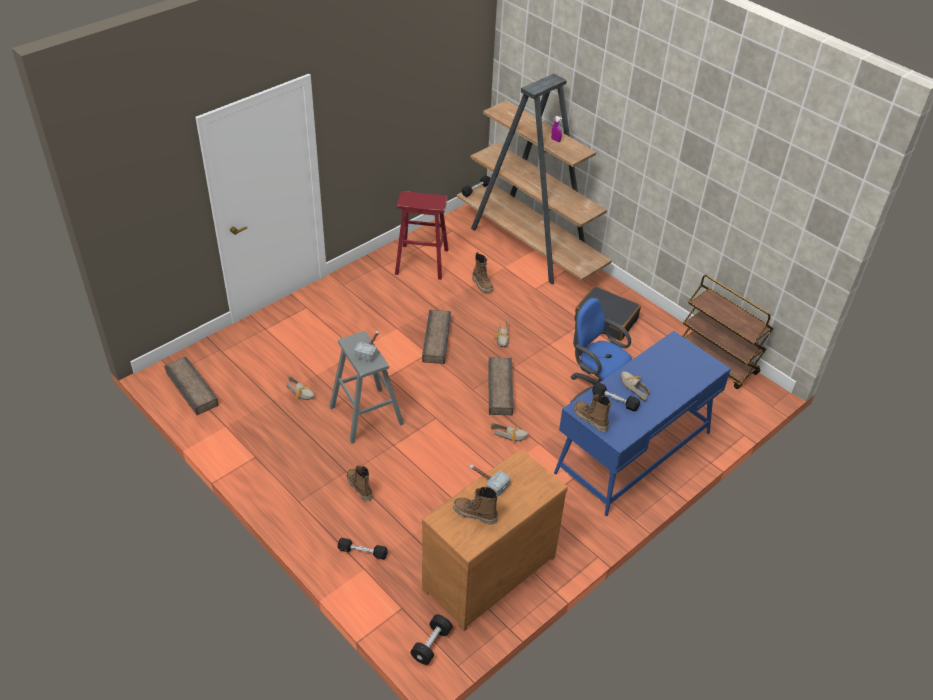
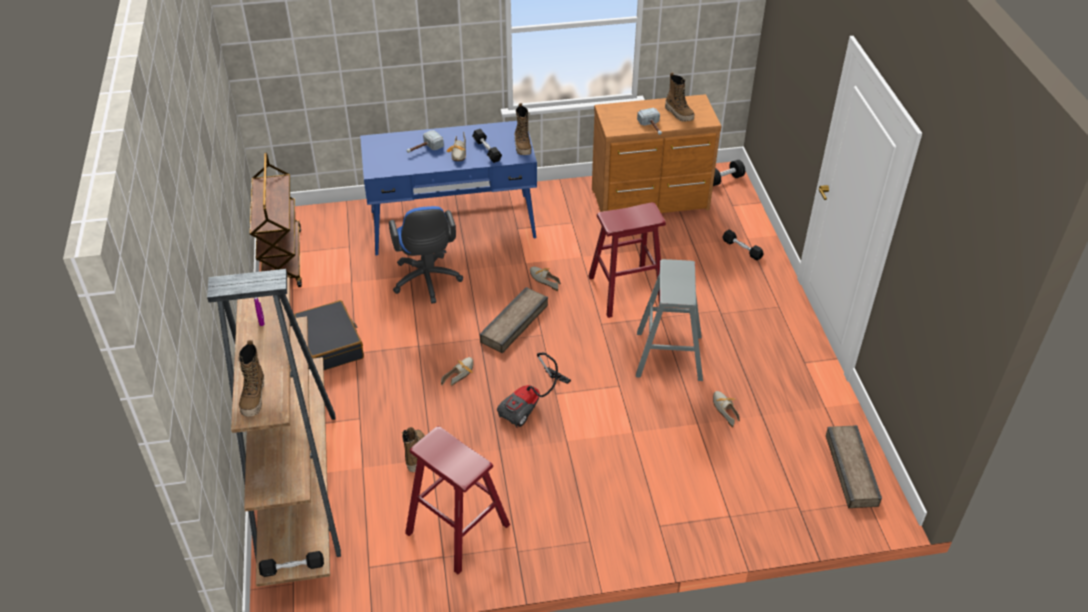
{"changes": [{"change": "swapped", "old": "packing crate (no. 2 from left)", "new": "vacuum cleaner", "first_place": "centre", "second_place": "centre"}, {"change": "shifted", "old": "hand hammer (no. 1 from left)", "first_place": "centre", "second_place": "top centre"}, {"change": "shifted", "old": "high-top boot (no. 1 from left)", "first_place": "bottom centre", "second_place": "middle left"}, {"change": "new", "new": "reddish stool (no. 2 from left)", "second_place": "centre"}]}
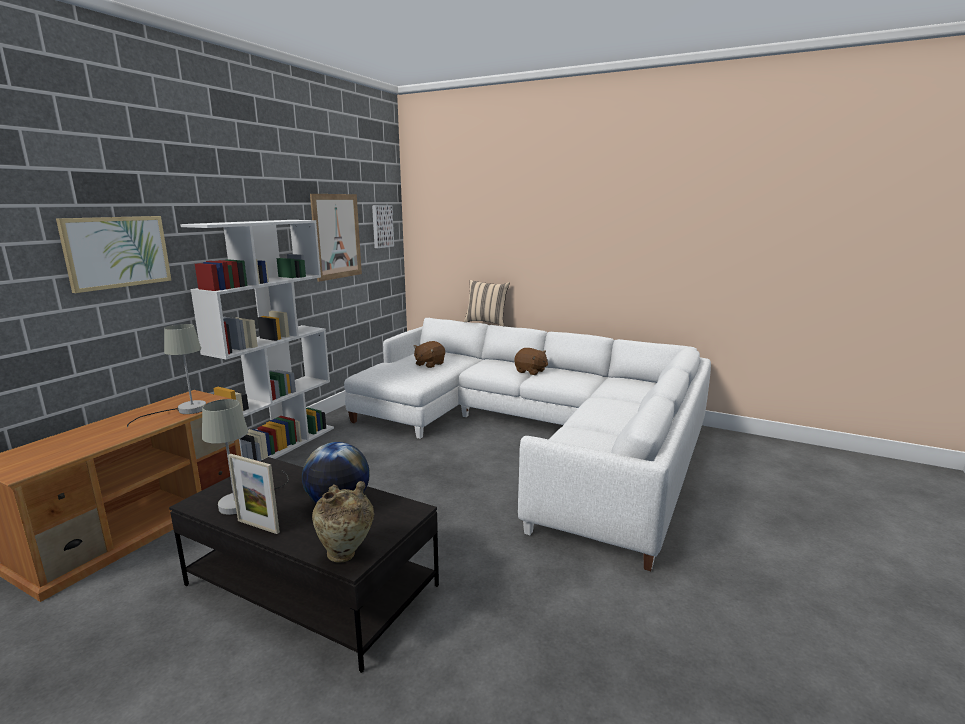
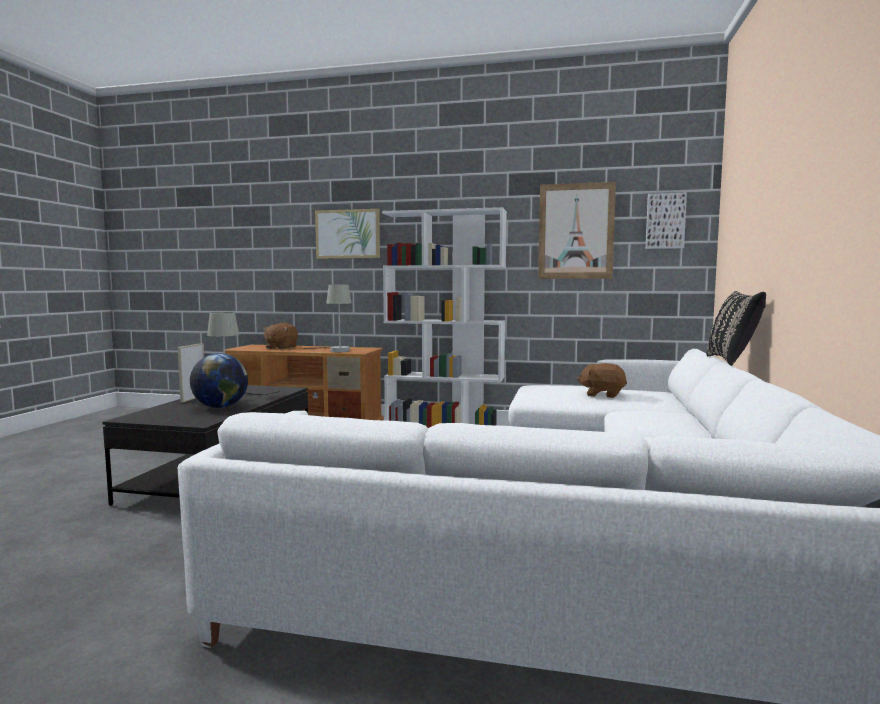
{"changes": [{"change": "repainted", "old": "sand-coloured pillow", "new": "black pillow", "first_place": "centre", "second_place": "middle right"}, {"change": "shifted", "old": "brown soft toy (no. 2 from left in the first image)", "new": "brown soft toy (no. 1 from left)", "first_place": "centre", "second_place": "middle left"}, {"change": "gone", "old": "sand-coloured decorative vase", "first_place": "bottom centre"}]}
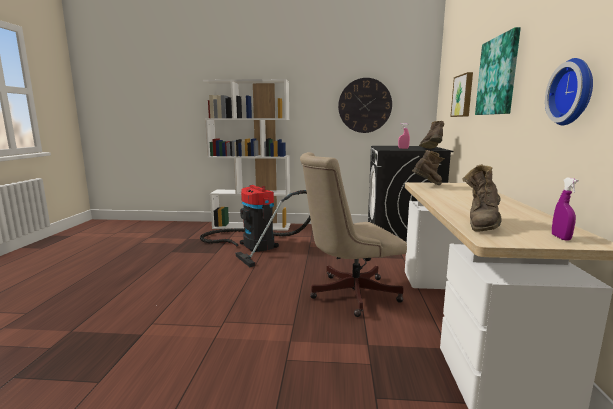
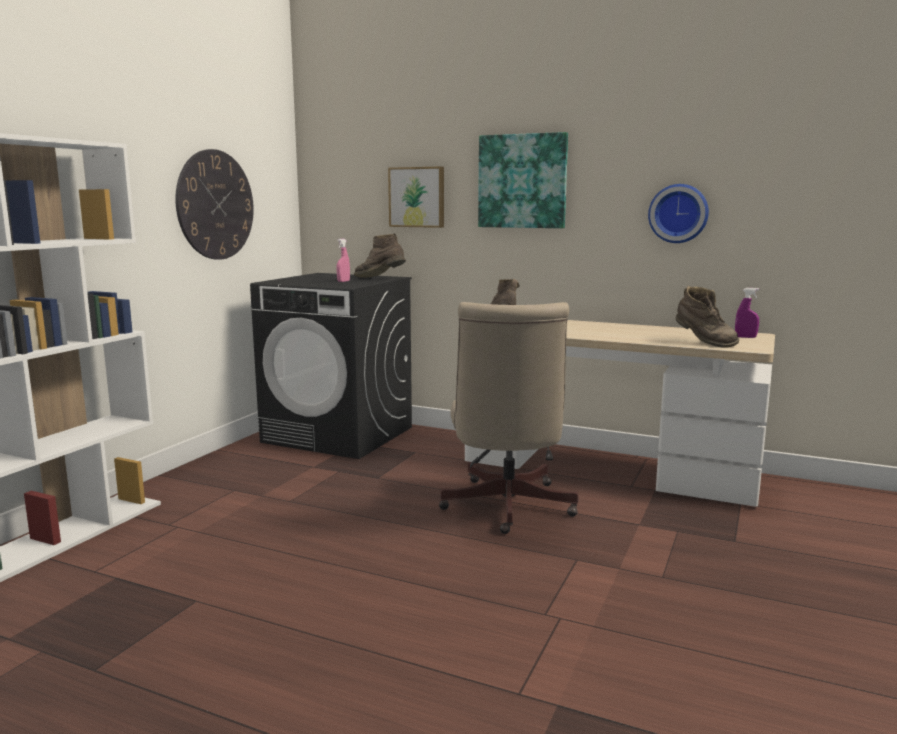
{"changes": [{"change": "gone", "old": "vacuum cleaner", "first_place": "centre"}]}
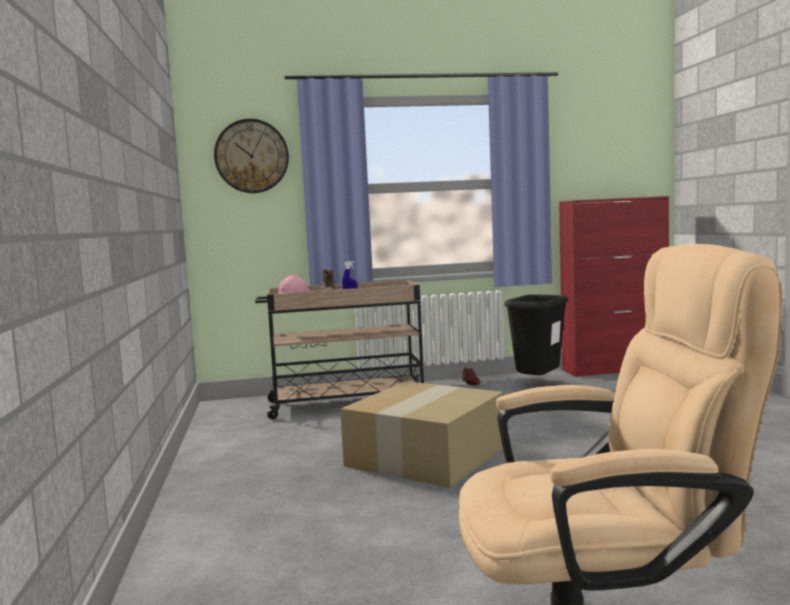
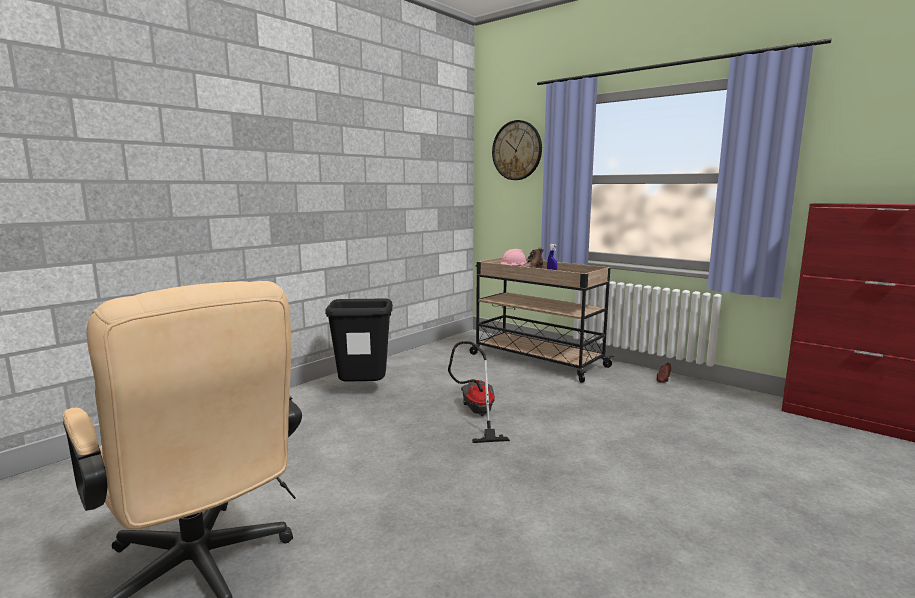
{"changes": [{"change": "shifted", "old": "black trash can", "first_place": "middle right", "second_place": "centre"}, {"change": "swapped", "old": "packing box", "new": "vacuum cleaner", "first_place": "bottom centre", "second_place": "centre"}]}
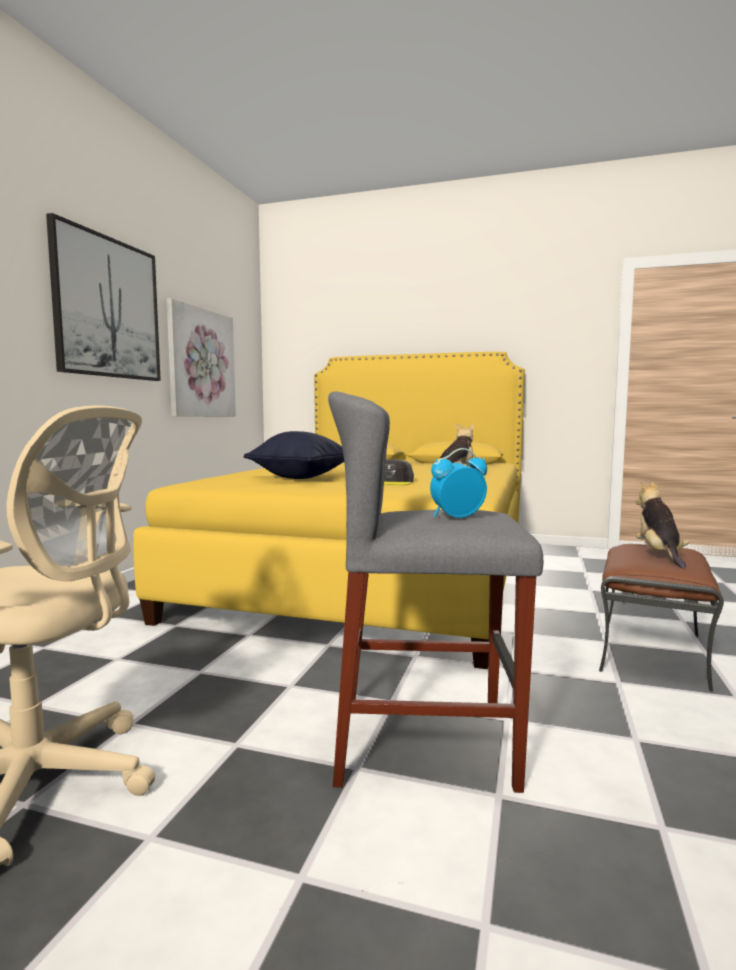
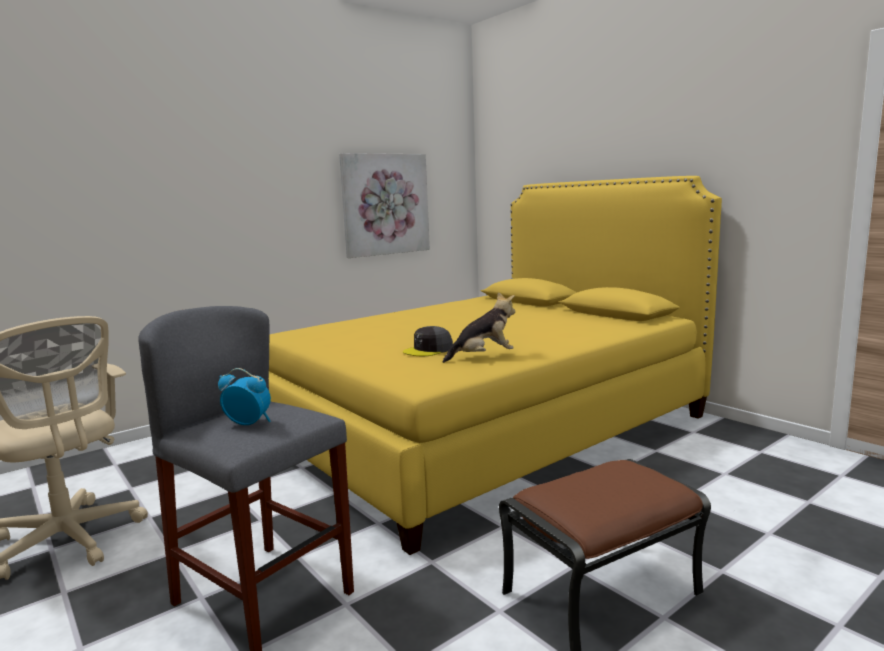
{"changes": [{"change": "gone", "old": "wall art (no. 1 from left)", "first_place": "top left"}, {"change": "gone", "old": "black pillow", "first_place": "centre"}, {"change": "gone", "old": "soft toy (no. 2 from left)", "first_place": "middle right"}]}
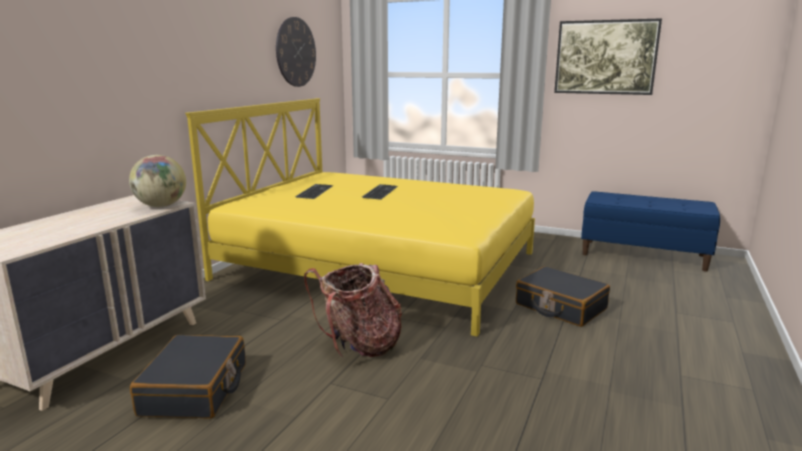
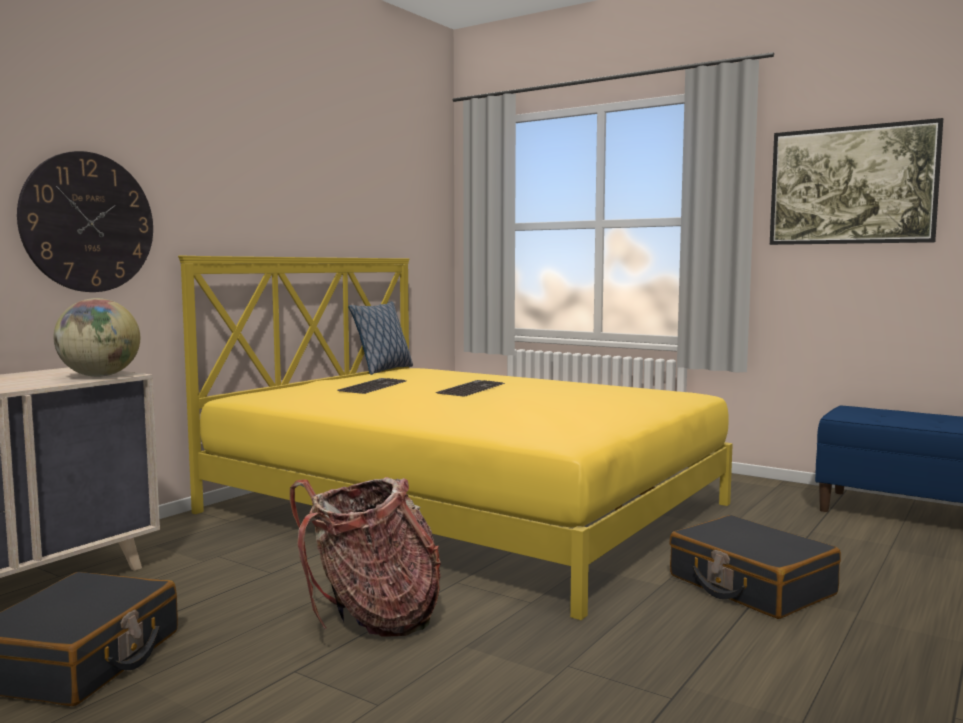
{"changes": [{"change": "shifted", "old": "hanging clock", "first_place": "top centre", "second_place": "top left"}, {"change": "new", "new": "pillow", "second_place": "centre"}]}
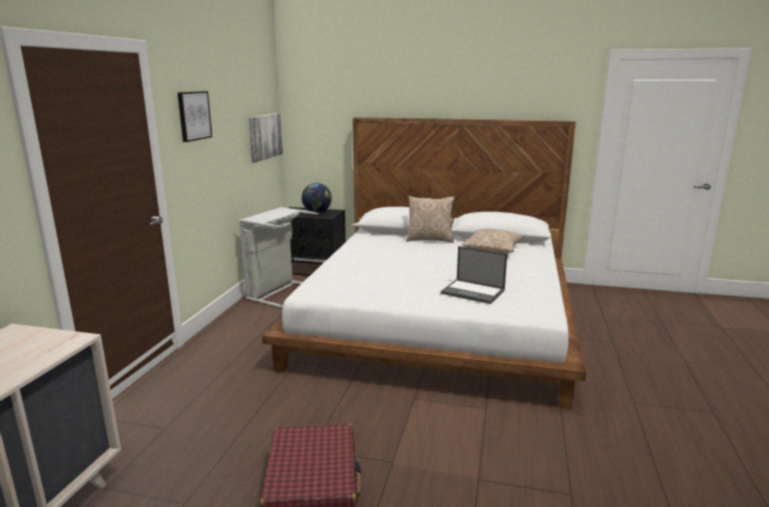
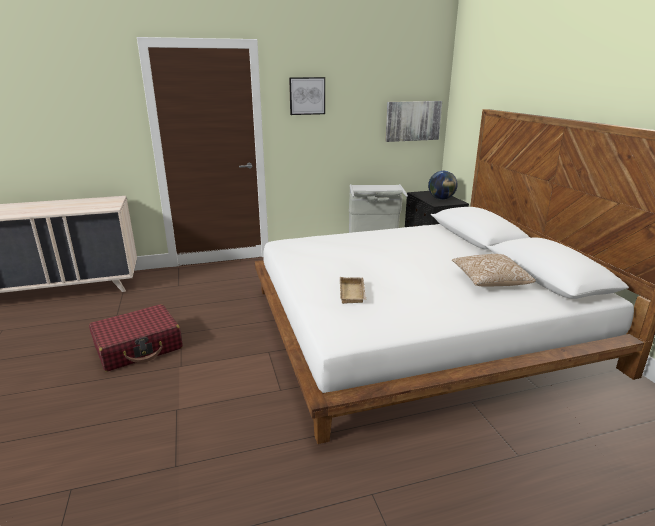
{"changes": [{"change": "gone", "old": "pillow (no. 1 from left)", "first_place": "centre"}, {"change": "swapped", "old": "notebook computer", "new": "sand-coloured carrying tray", "first_place": "centre", "second_place": "centre"}]}
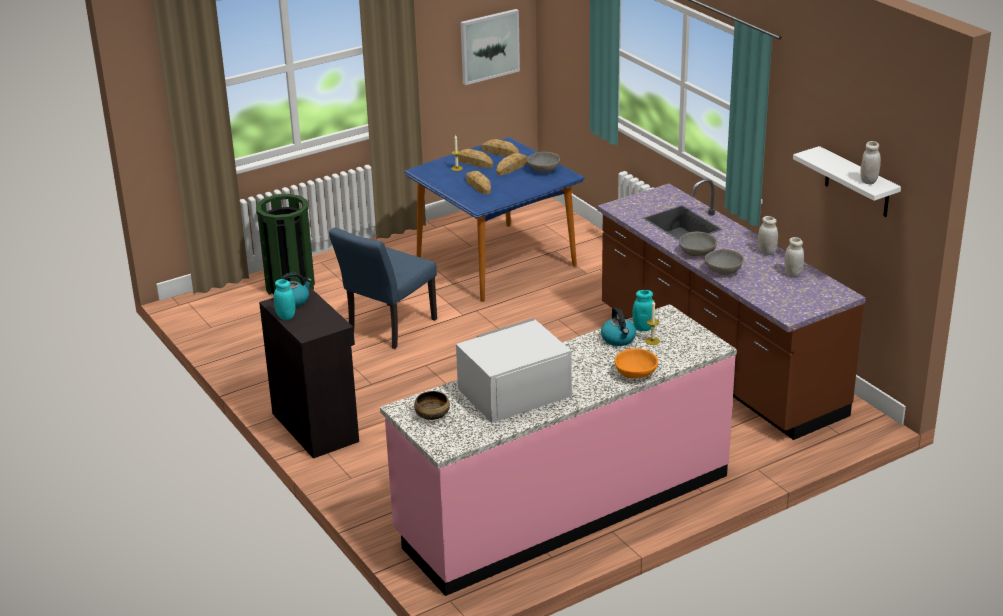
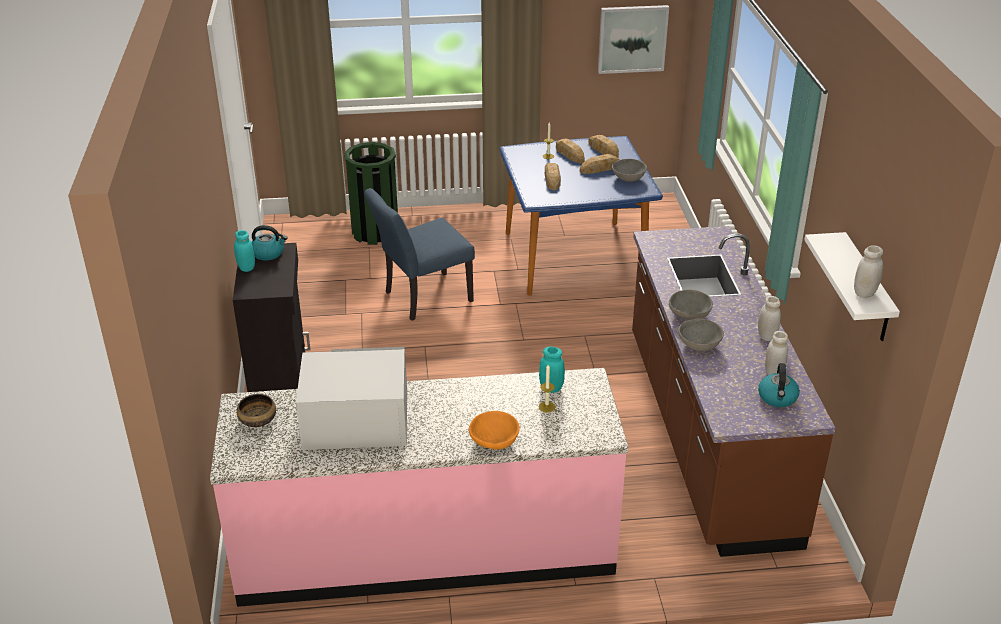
{"changes": [{"change": "shifted", "old": "kettle (no. 2 from left)", "first_place": "centre", "second_place": "middle right"}]}
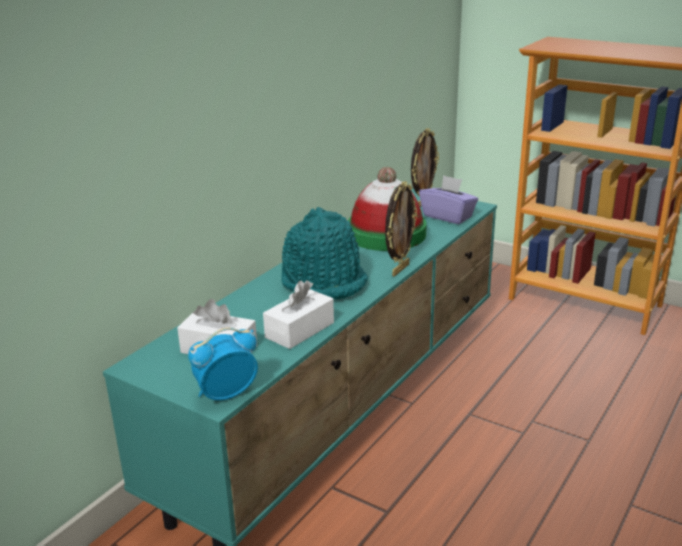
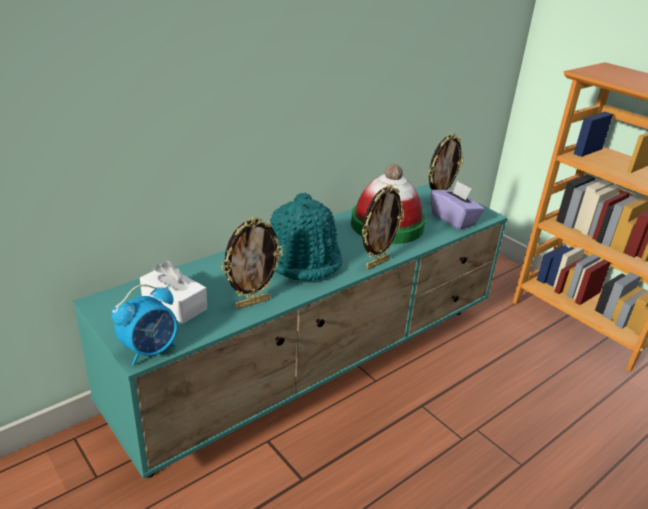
{"changes": [{"change": "swapped", "old": "white tissue box (no. 2 from left)", "new": "picture frame (no. 1 from left)", "first_place": "centre", "second_place": "centre"}, {"change": "rotated", "old": "alarm clock", "first_place": "bottom left", "second_place": "middle left", "degrees": 150}]}
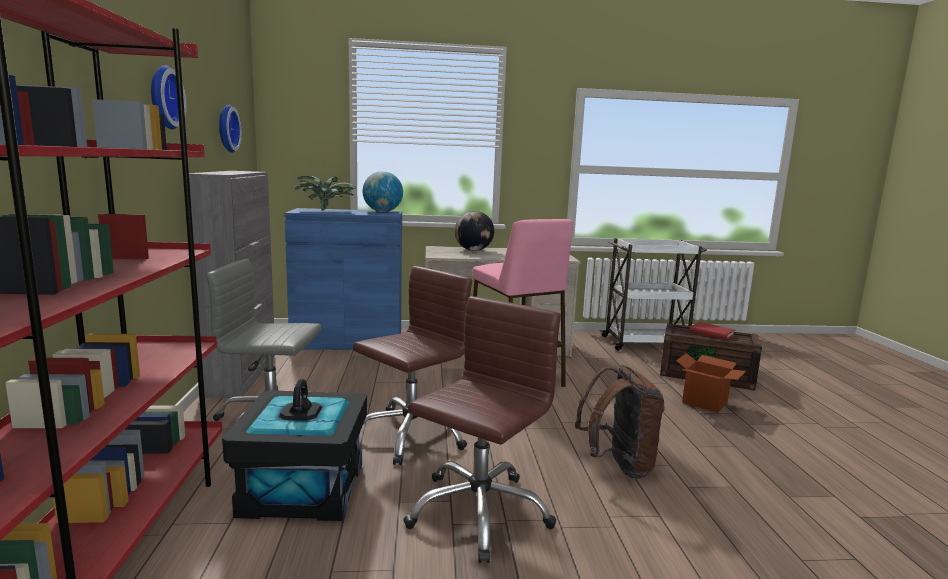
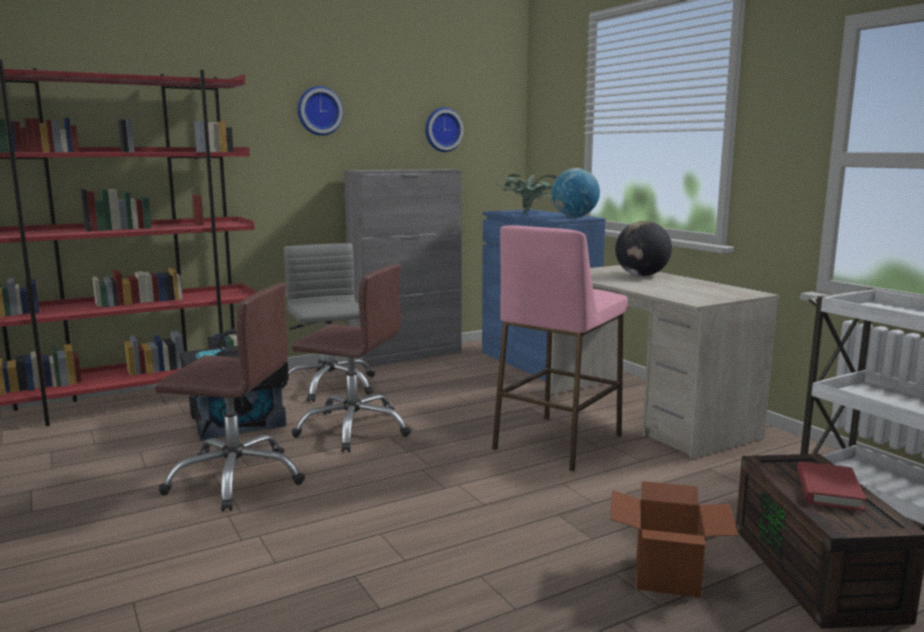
{"changes": [{"change": "gone", "old": "brown knapsack", "first_place": "bottom centre"}]}
